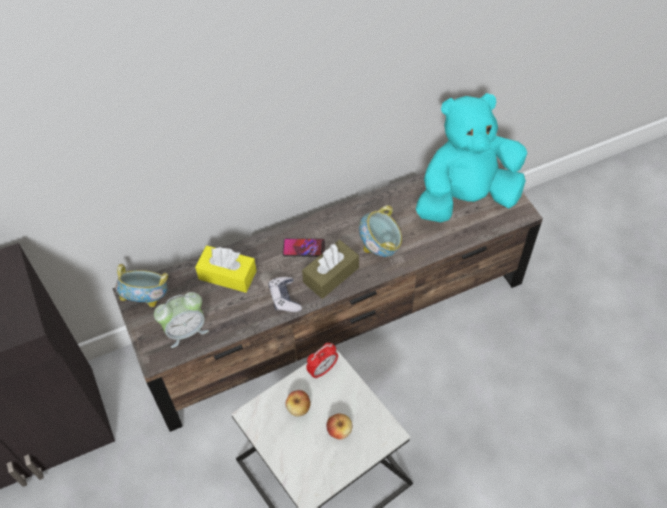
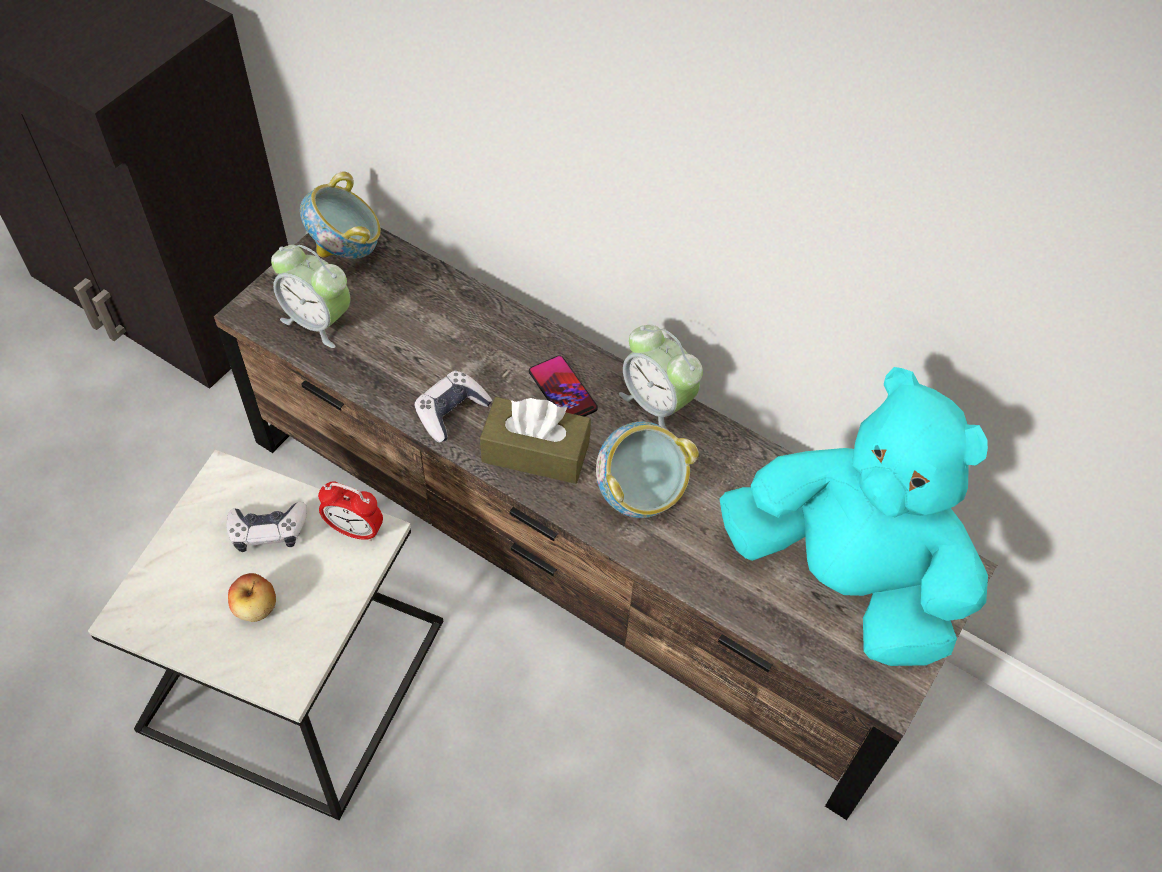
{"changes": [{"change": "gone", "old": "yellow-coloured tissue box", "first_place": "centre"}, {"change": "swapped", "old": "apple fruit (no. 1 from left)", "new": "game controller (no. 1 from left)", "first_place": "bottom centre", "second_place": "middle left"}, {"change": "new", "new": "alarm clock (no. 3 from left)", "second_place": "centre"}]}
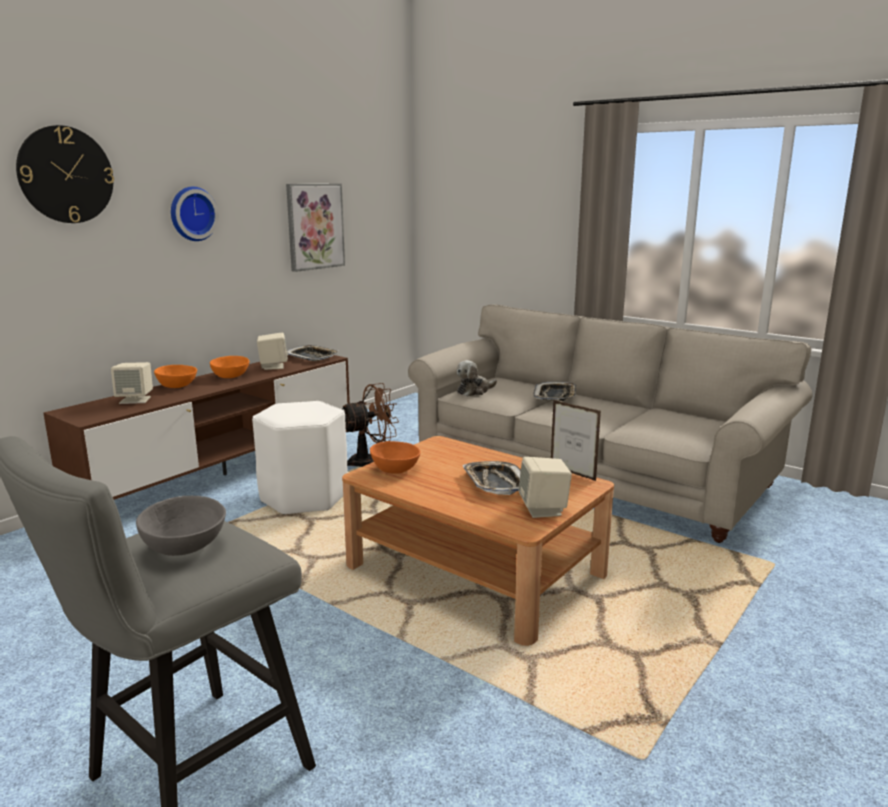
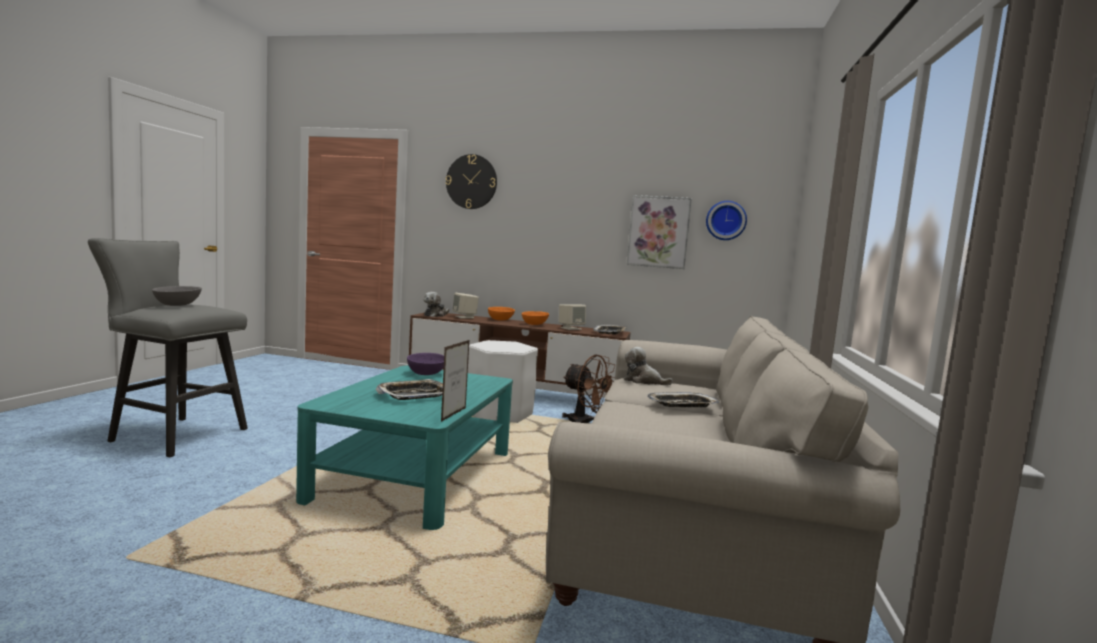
{"changes": [{"change": "shifted", "old": "hanging clock (no. 2 from left)", "first_place": "top left", "second_place": "centre"}, {"change": "repainted", "old": "brown coffee table", "new": "turquoise-coloured coffee table", "first_place": "bottom centre", "second_place": "bottom centre"}, {"change": "repainted", "old": "orange-coloured bowl (no. 3 from left)", "new": "purple-coloured bowl", "first_place": "centre", "second_place": "centre"}, {"change": "gone", "old": "sand-coloured speaker (no. 3 from left)", "first_place": "centre"}, {"change": "new", "new": "soft toy (no. 1 from left)", "second_place": "centre"}]}
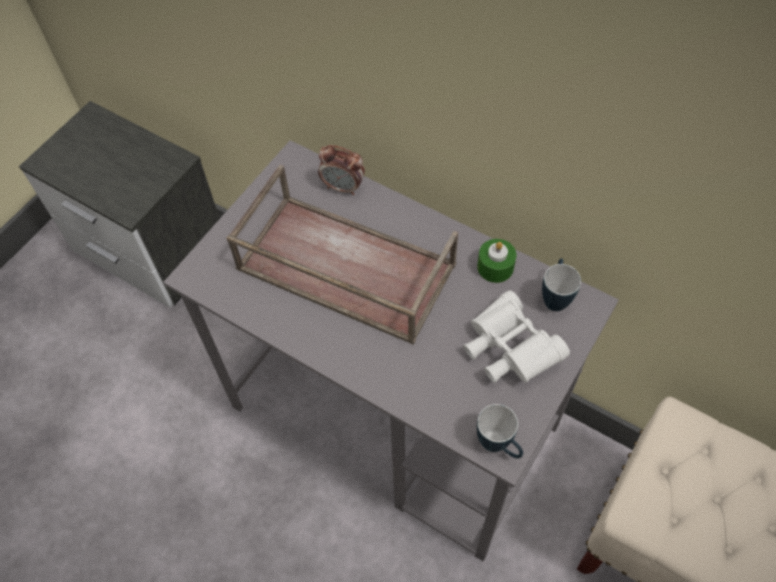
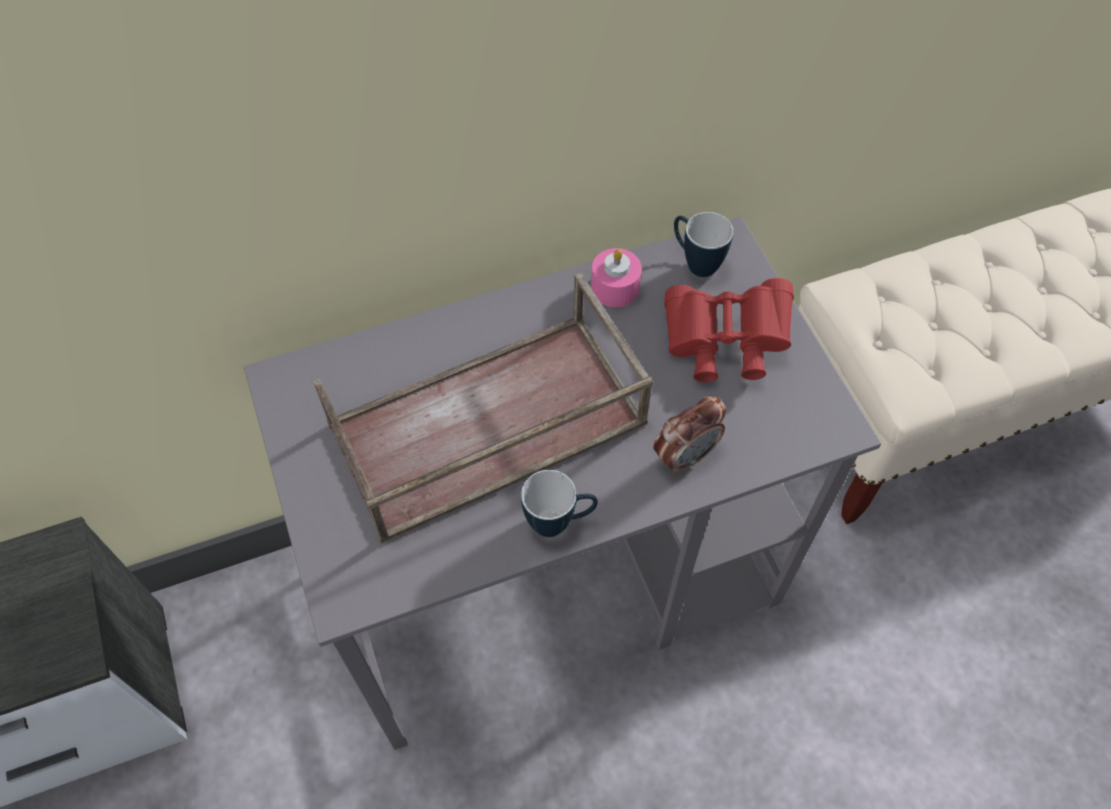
{"changes": [{"change": "shifted", "old": "alarm clock", "first_place": "top centre", "second_place": "centre"}, {"change": "repainted", "old": "greenish wax light", "new": "pink-coloured wax light", "first_place": "centre", "second_place": "centre"}, {"change": "repainted", "old": "white pair of binoculars", "new": "reddish pair of binoculars", "first_place": "centre", "second_place": "centre"}, {"change": "shifted", "old": "coffee mug (no. 1 from left)", "first_place": "bottom centre", "second_place": "centre"}]}
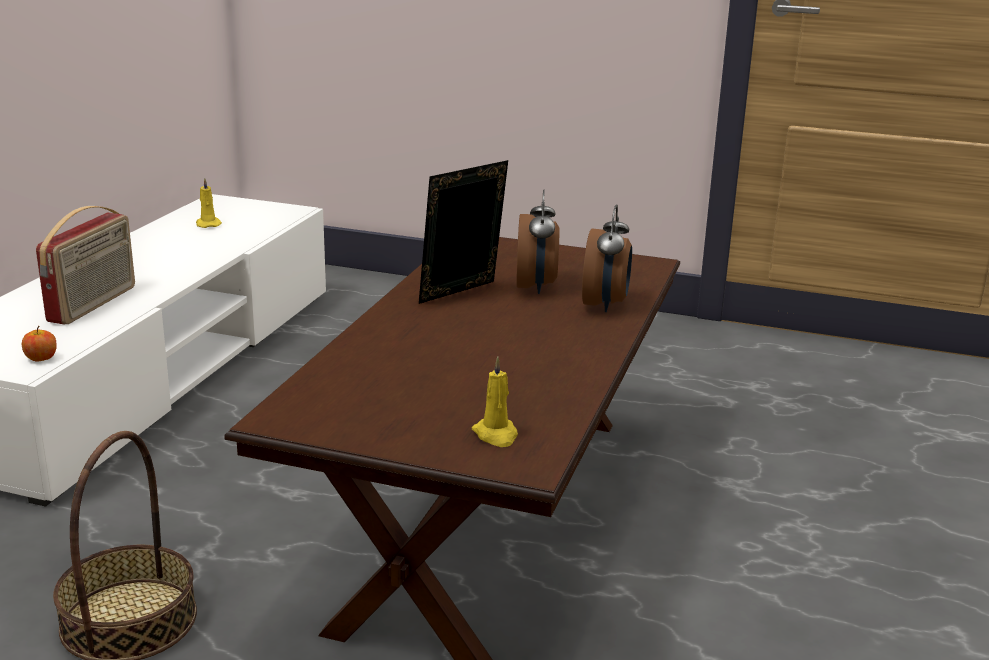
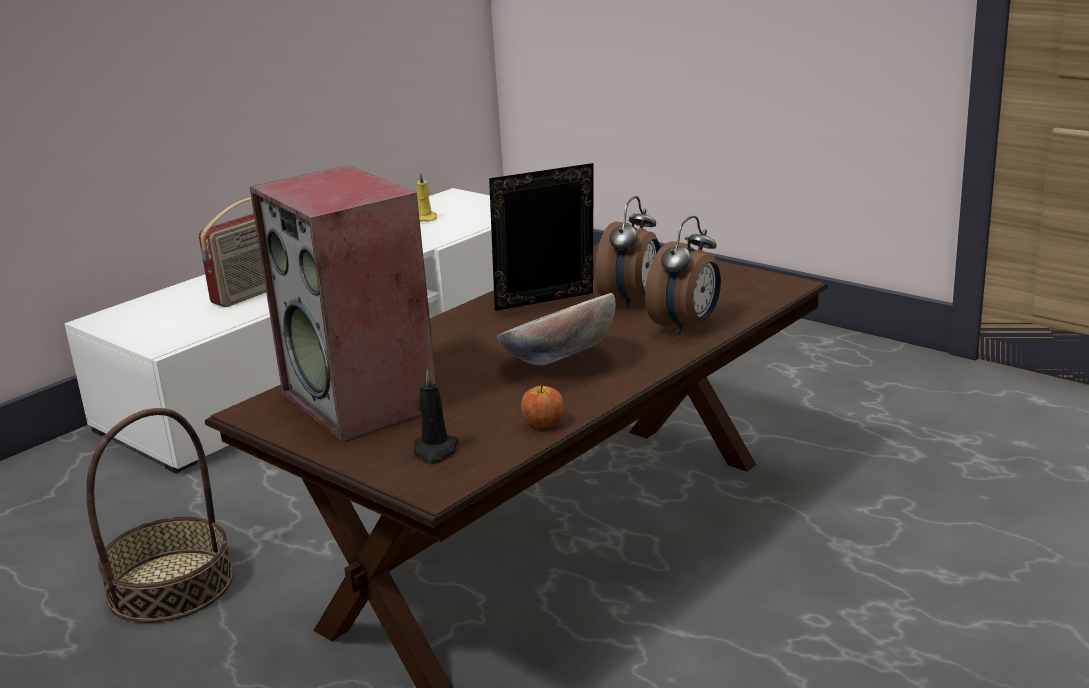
{"changes": [{"change": "shifted", "old": "apple fruit", "first_place": "middle left", "second_place": "centre"}, {"change": "repainted", "old": "yellow-coloured wax light (no. 2 from left)", "new": "black wax light", "first_place": "centre", "second_place": "centre"}, {"change": "new", "new": "speaker", "second_place": "middle left"}, {"change": "new", "new": "bowl", "second_place": "centre"}]}
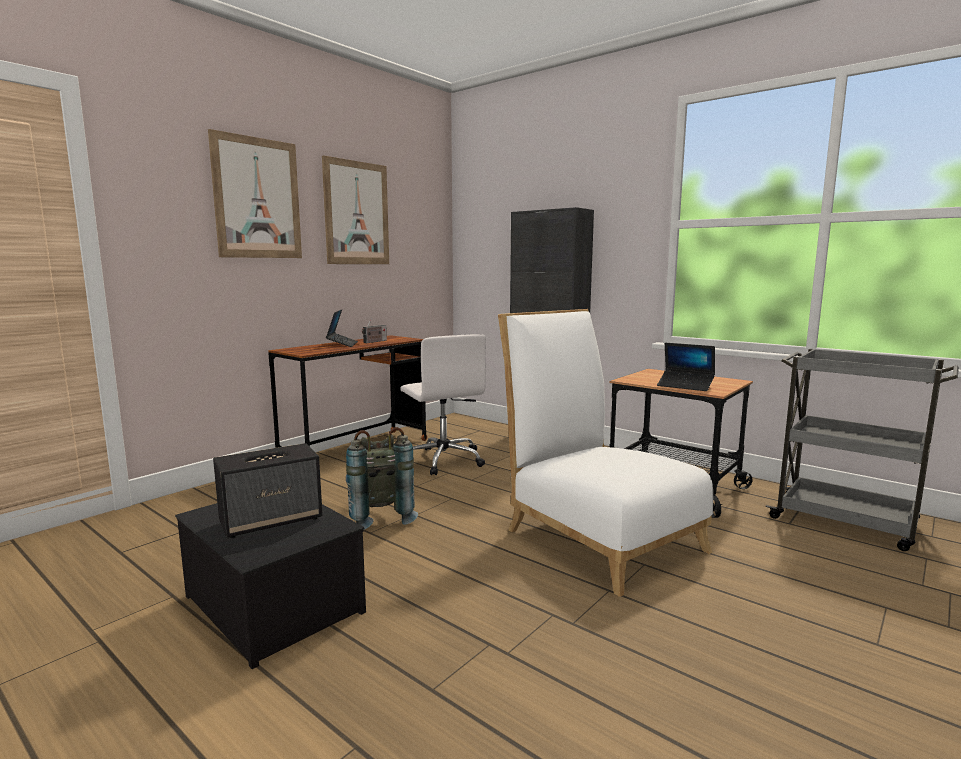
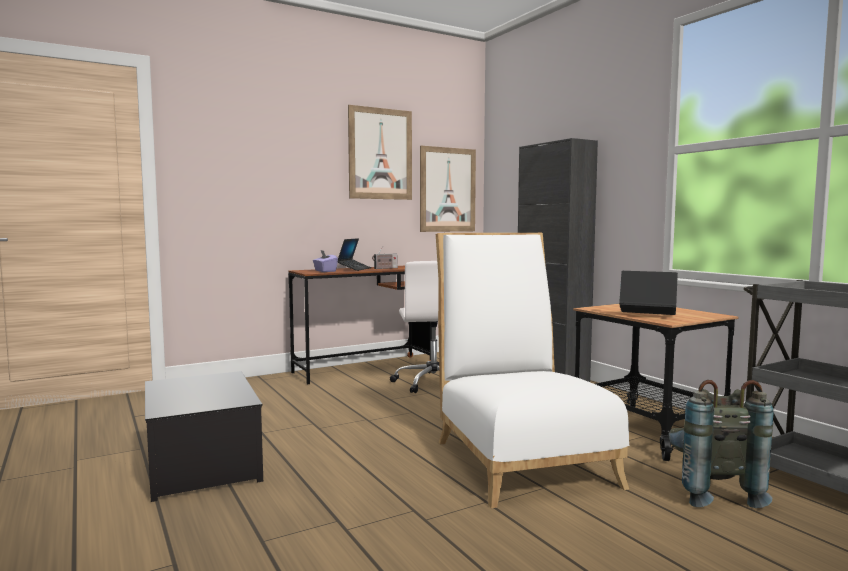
{"changes": [{"change": "shifted", "old": "wall art (no. 1 from left in the first image)", "new": "wall art (no. 2 from left)", "first_place": "top left", "second_place": "top centre"}, {"change": "rotated", "old": "notebook computer (no. 2 from left)", "first_place": "middle right", "second_place": "middle right", "degrees": 150}, {"change": "shifted", "old": "grey knapsack", "first_place": "centre", "second_place": "bottom right"}, {"change": "gone", "old": "speaker", "first_place": "middle left"}, {"change": "new", "new": "purple-coloured tissue box", "second_place": "centre"}]}
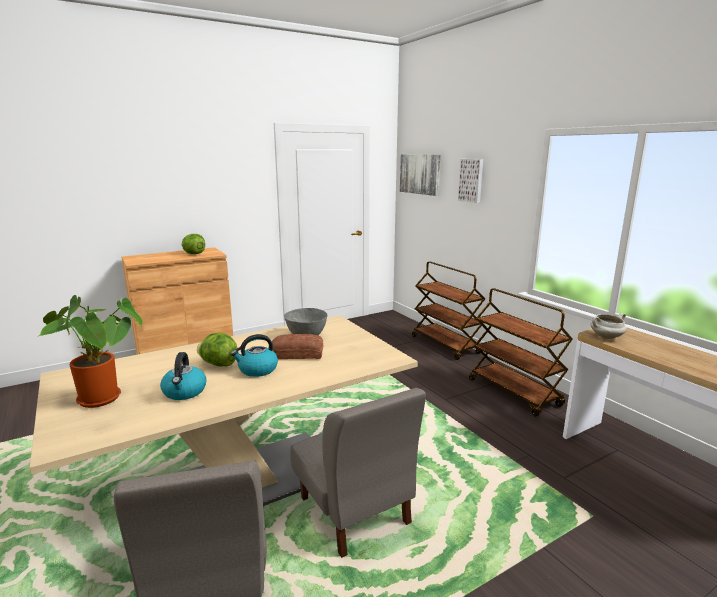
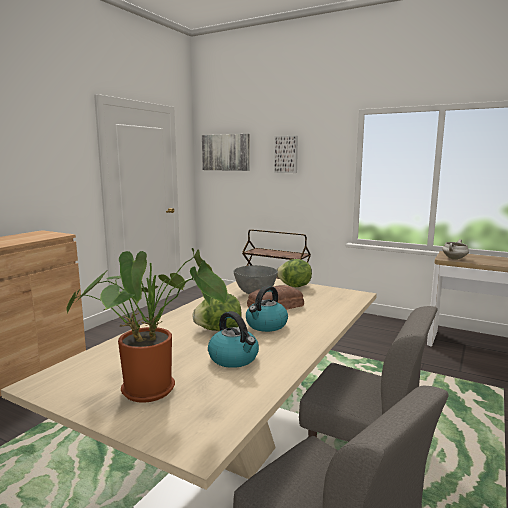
{"changes": [{"change": "shifted", "old": "lettuce head (no. 1 from left in the first image)", "new": "lettuce head (no. 2 from left)", "first_place": "middle left", "second_place": "centre"}, {"change": "gone", "old": "brown trolley (no. 2 from left)", "first_place": "middle right"}]}
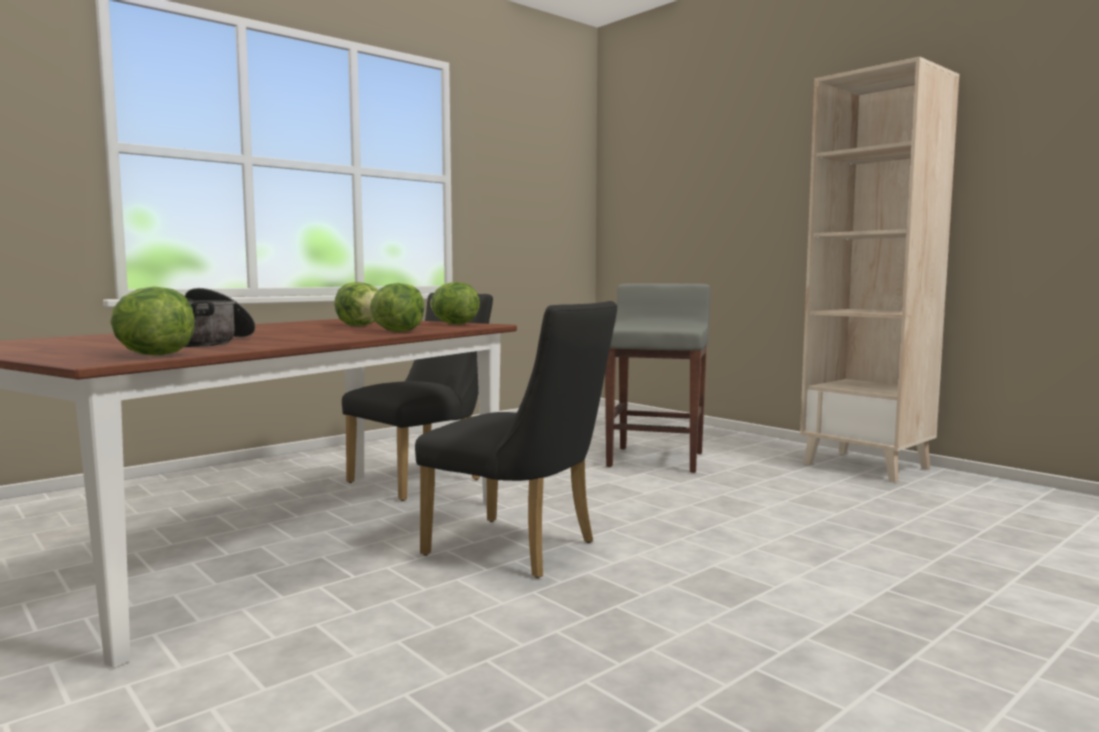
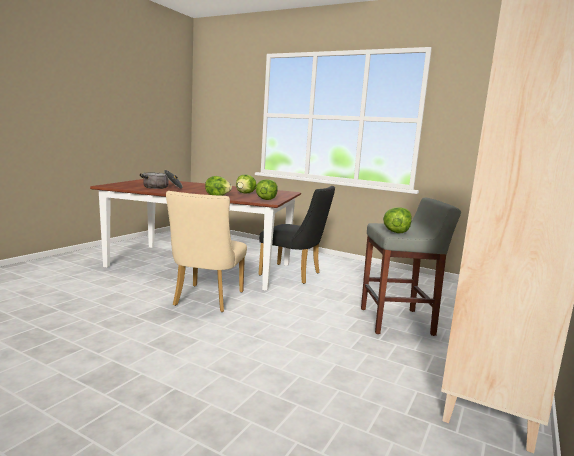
{"changes": [{"change": "shifted", "old": "lettuce head (no. 1 from left in the first image)", "new": "lettuce head (no. 4 from left)", "first_place": "middle left", "second_place": "middle right"}, {"change": "repainted", "old": "black plain chair (no. 2 from left)", "new": "sand-coloured plain chair", "first_place": "centre", "second_place": "centre"}]}
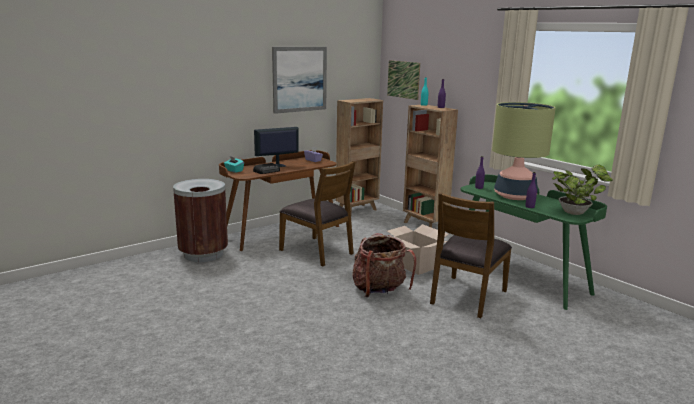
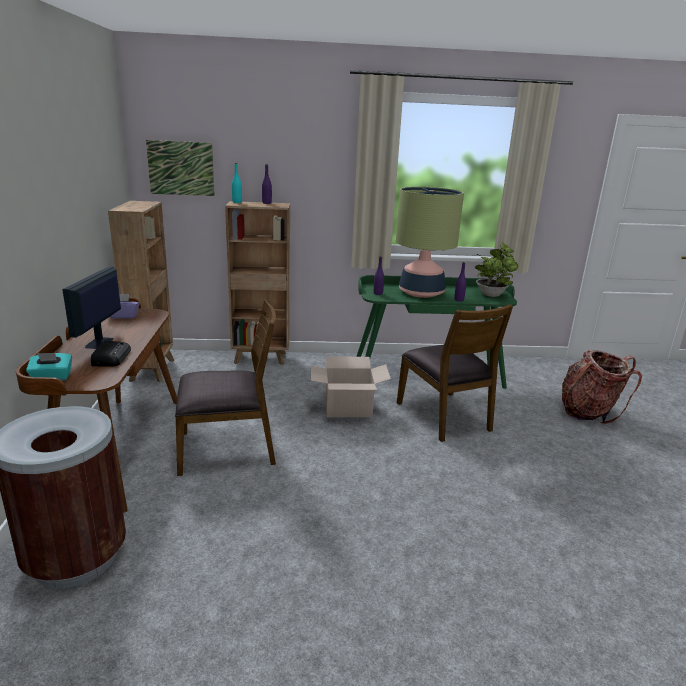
{"changes": [{"change": "gone", "old": "wall art (no. 1 from left)", "first_place": "top centre"}, {"change": "shifted", "old": "knapsack", "first_place": "centre", "second_place": "middle right"}]}
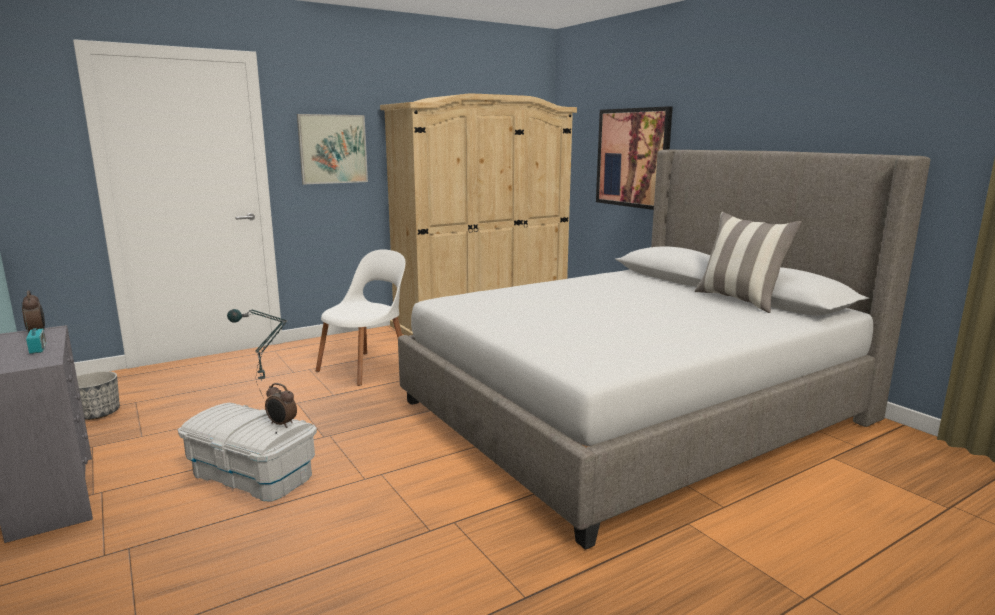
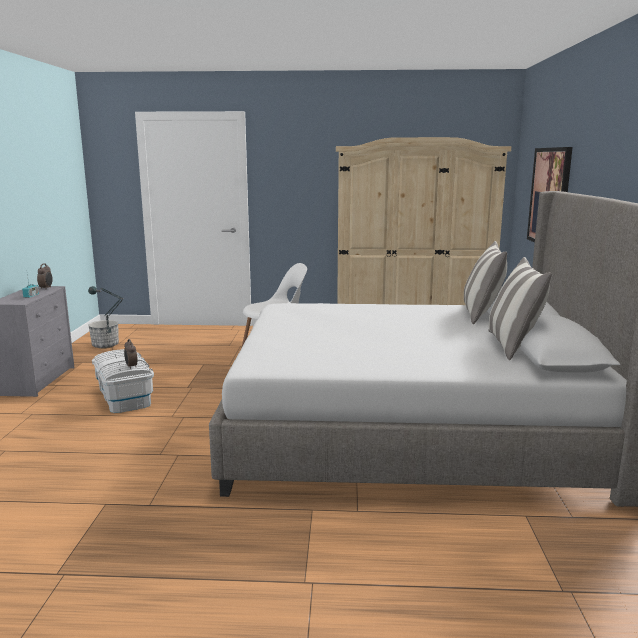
{"changes": [{"change": "gone", "old": "wall art (no. 1 from left)", "first_place": "top centre"}, {"change": "new", "new": "pillow (no. 1 from left)", "second_place": "middle right"}]}
